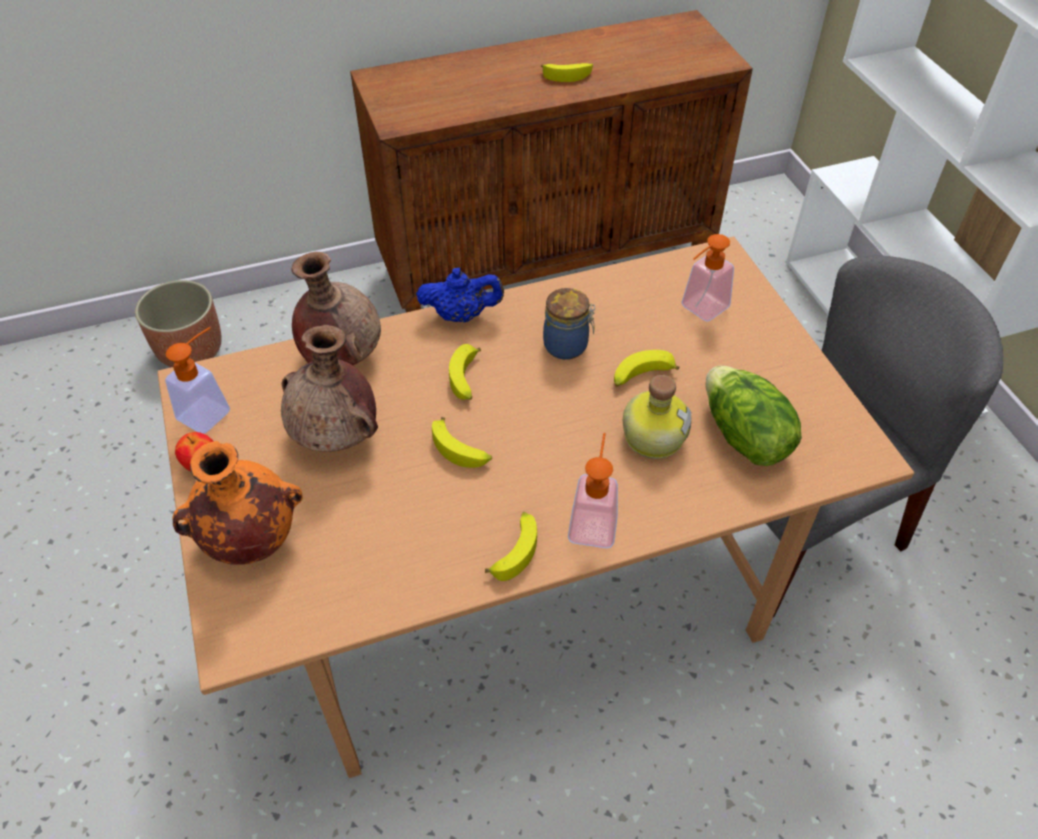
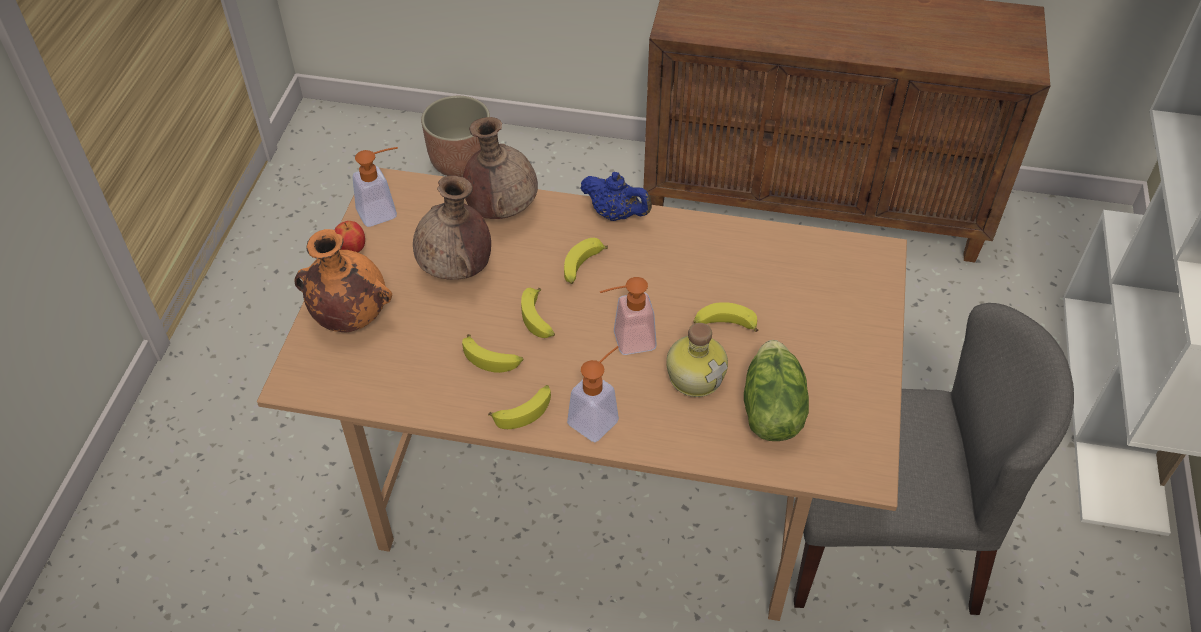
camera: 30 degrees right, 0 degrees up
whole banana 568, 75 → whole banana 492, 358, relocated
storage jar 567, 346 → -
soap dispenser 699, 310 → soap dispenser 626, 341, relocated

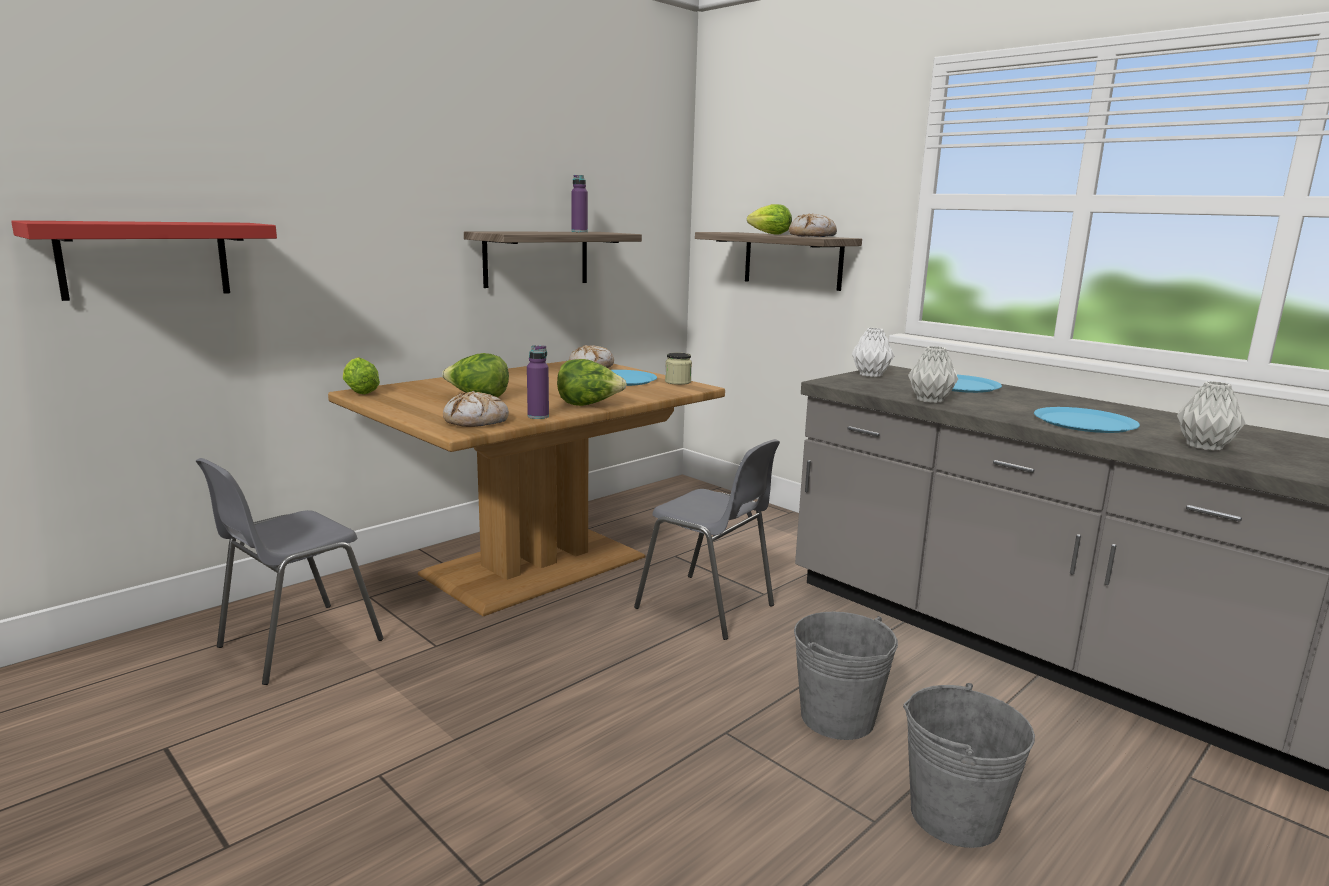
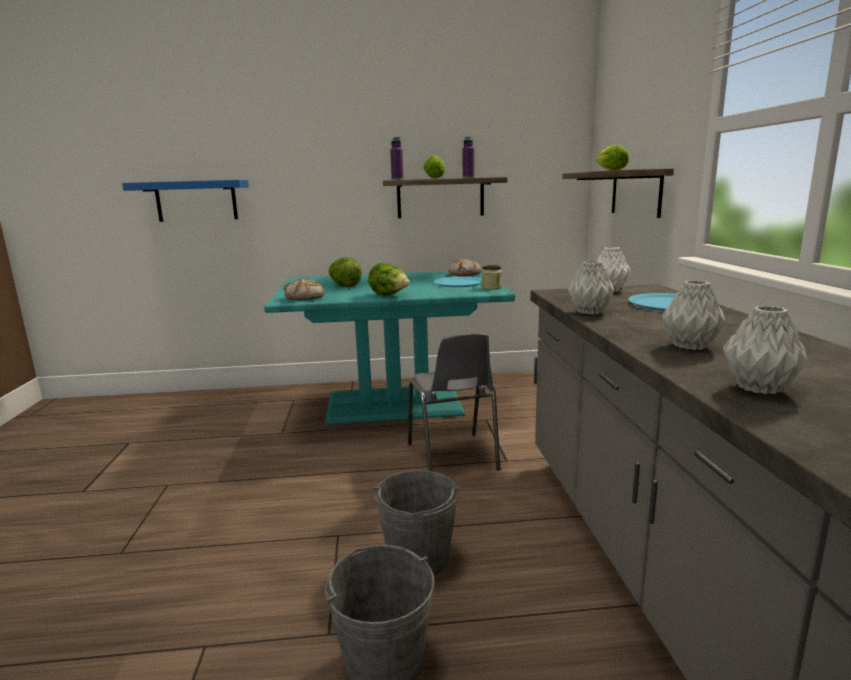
camera: 40 degrees right, 0 degrees up
bracket shelf/red-coloured 145, 259 → bracket shelf/bluish 196, 201
upright chair/gray 296, 644 → -
dinner table/brownish 537, 566 → dinner table/turquoise-coloured 394, 405
lettuce head 359, 391 → lettuce head 435, 178, relocated
beverage bottle/purple-coloured 538, 416 → beverage bottle/purple-coloured 397, 179, relocated
bread 812, 236 → -
dinner plate/bluish 1084, 422 → decorative vase/gray 689, 346

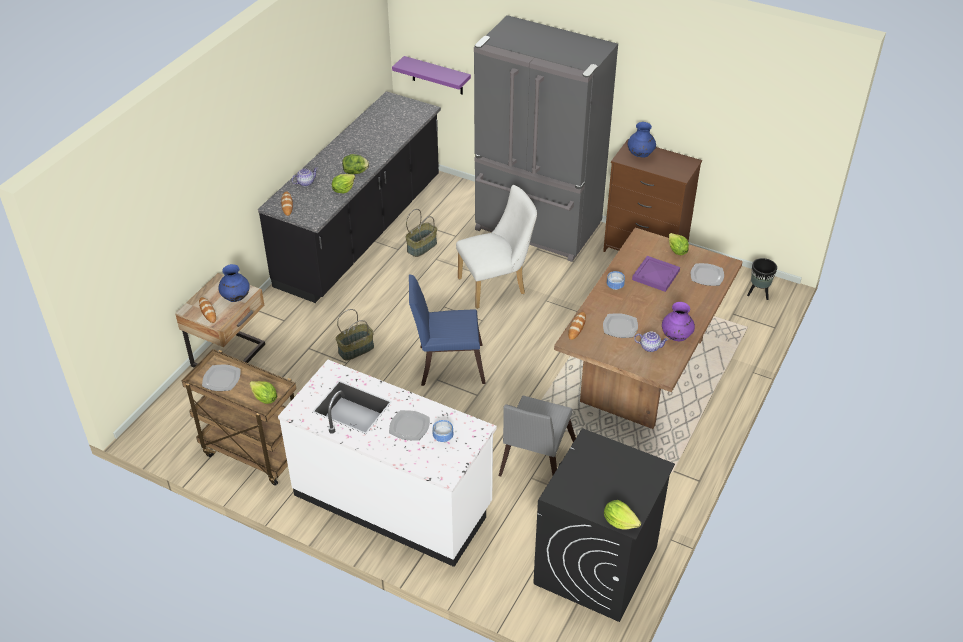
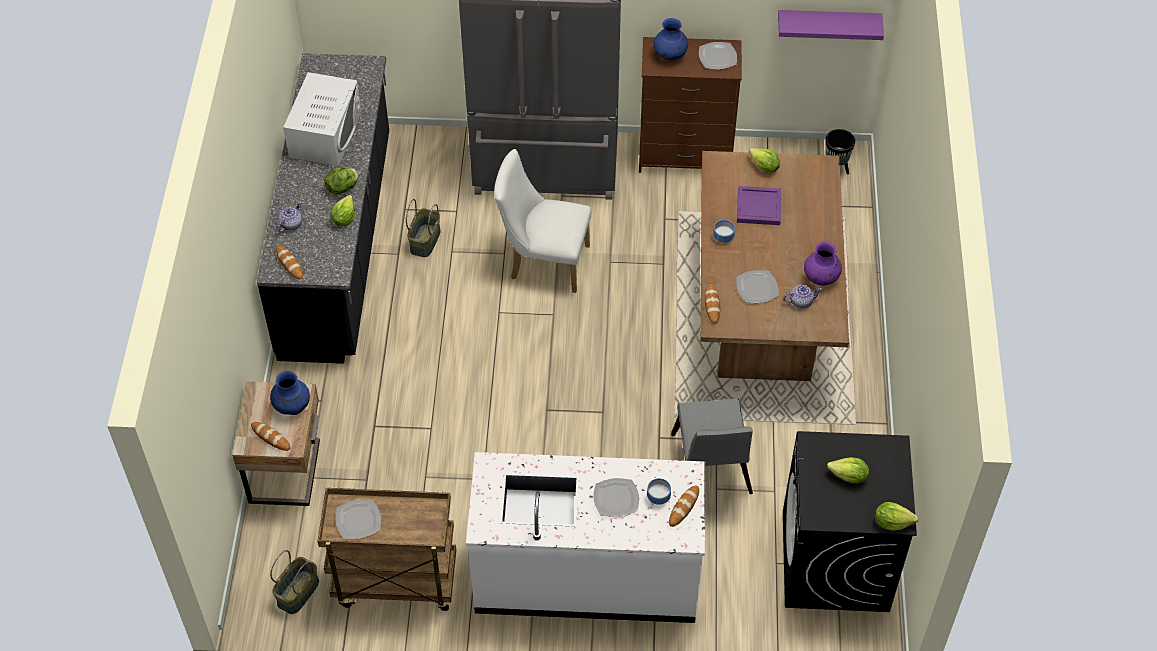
camera: 25 degrees left, 10 degrees up
lettuce head 264, 399 → lettuce head 849, 477, relocated
storage basket 356, 349 → storage basket 297, 592, relocated
bracket shelf/purple-coloured 437, 76 → bracket shelf/purple-coloured 828, 24, relocated
upright chair/bluish 446, 364 → -
upright chair/white-coloured 496, 285 → upright chair/white-coloured 543, 262, 120 degrees counterclockwise
dinner plate 707, 275 → dinner plate 717, 57, relocated
- → microwave oven/white-coloured 325, 133
- → bread 684, 507

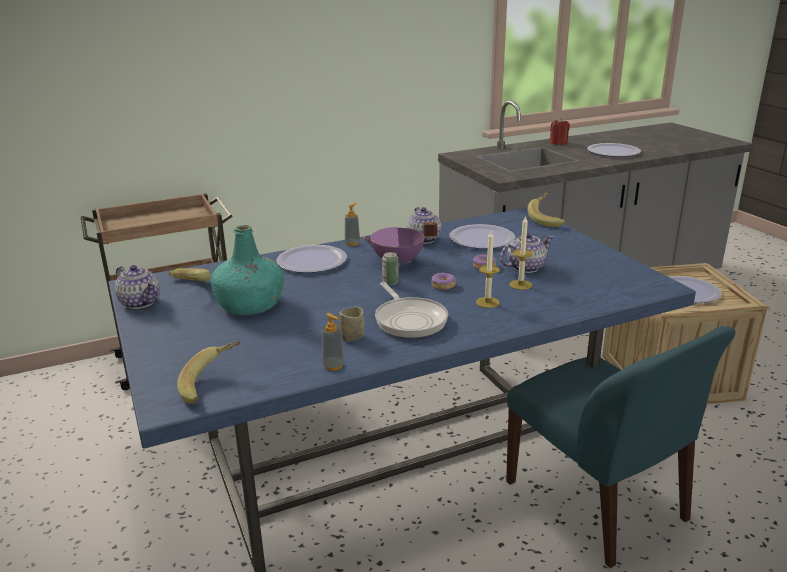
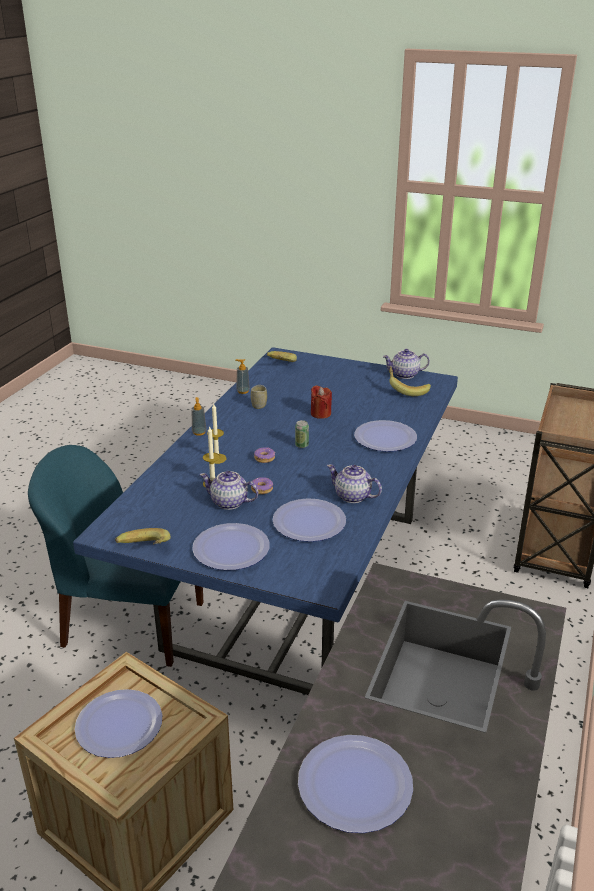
camera: 135 degrees right, 5 degrees up
beverage bottle/turquoise-coloured 251, 305 → -
soap dispenser 352, 243 → soap dispenser 199, 432, relocated
cooking pot/purple-coloured 398, 262 → -
frying pan 409, 320 → -
tea pot 525, 267 → tea pot 229, 503, 90 degrees clockwise
whole banana 548, 220 → whole banana 144, 551, relocated
wax light/red-coloured 558, 143 → wax light/red-coloured 320, 413, relocated
- → dinner plate 231, 548

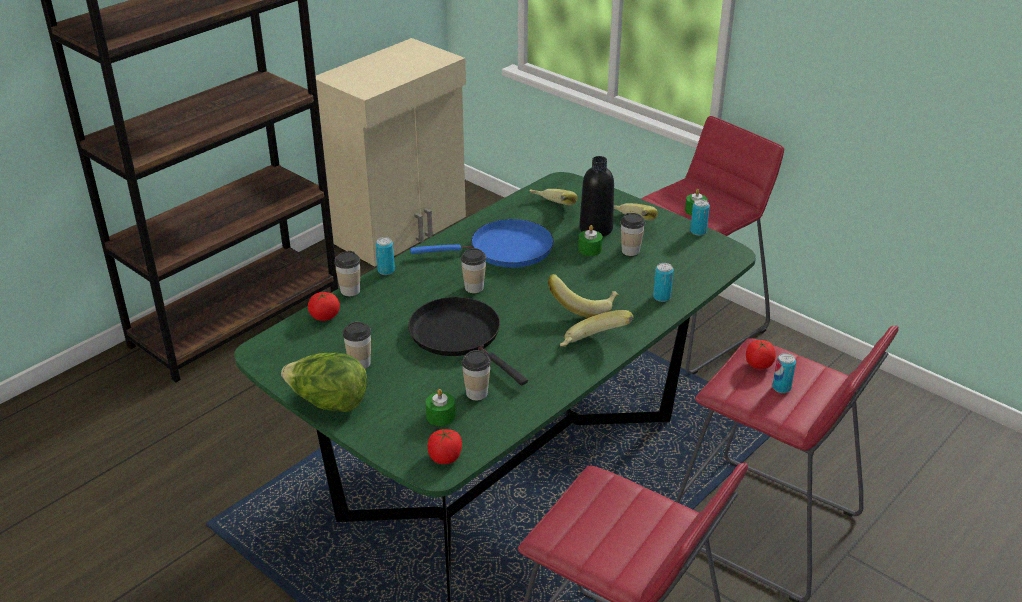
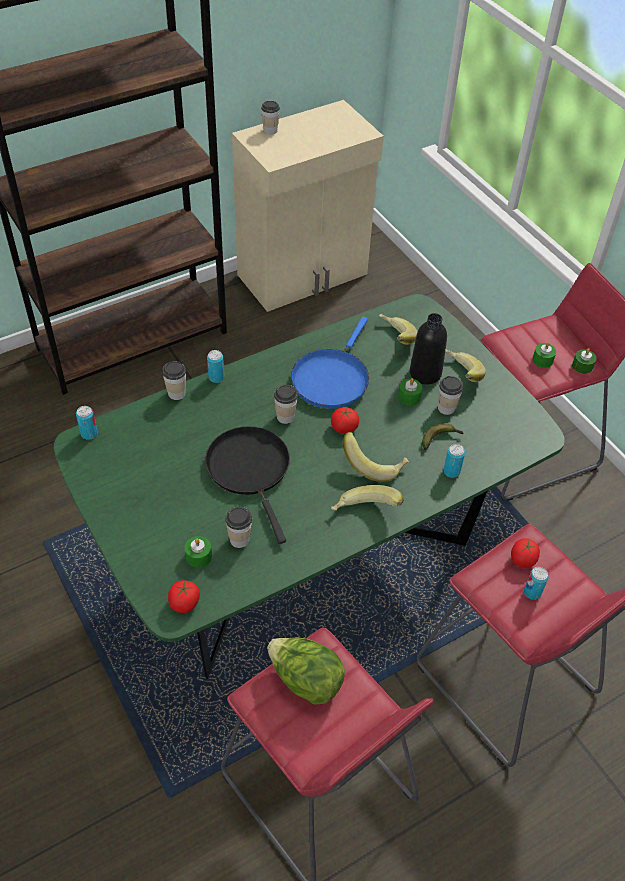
camera: 15 degrees right, 15 degrees up
lettuce head 328, 403 → lettuce head 305, 680, relocated
tomato 325, 316 → tomato 344, 428, relocated
cup 359, 363 → cup 270, 130, relocated
frying pan/bluish 505, 249 → frying pan/bluish 331, 378, 105 degrees clockwise
sealed can 698, 231 → sealed can 89, 433, relocated
- → whole banana 440, 438
- → wax light/greenish 582, 366

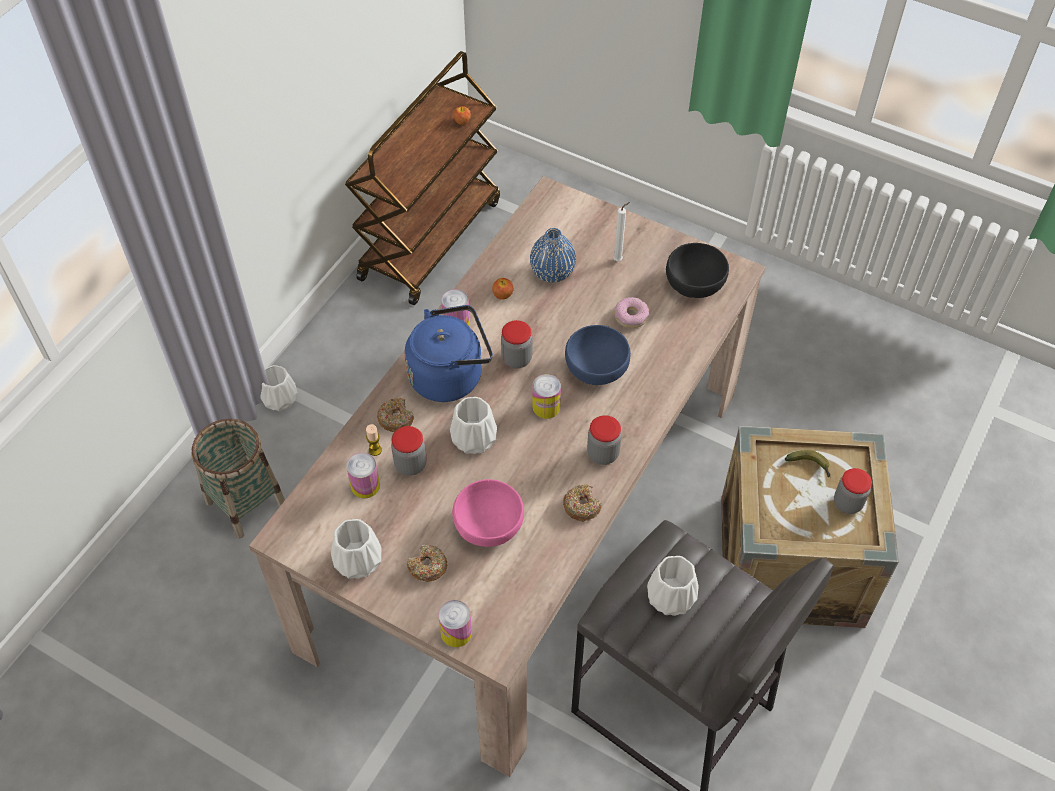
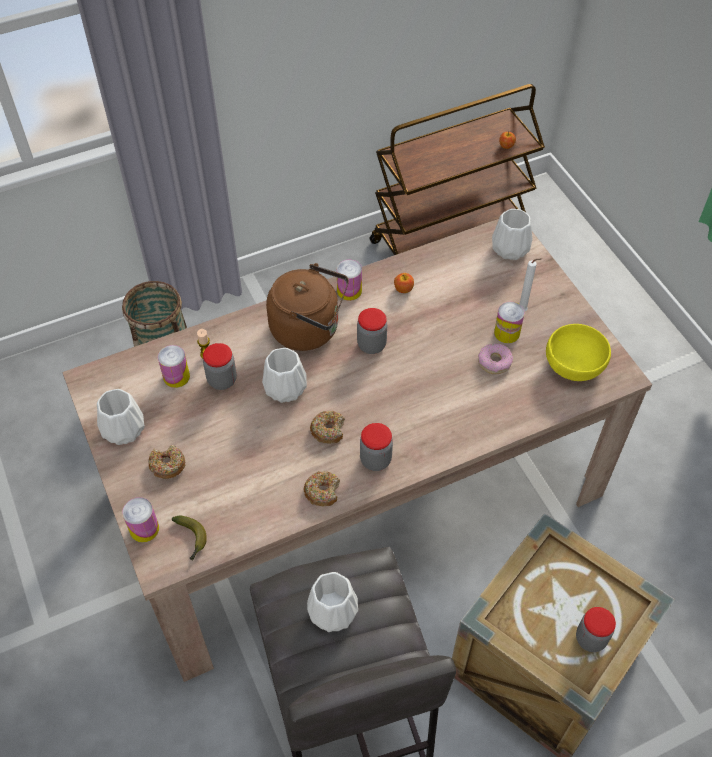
camera: 35 degrees right, 0 degrees up
decorative vase/white-coloured 279, 399 → decorative vase/white-coloured 509, 248, relocated
ring doughnut 395, 418 → ring doughnut 328, 430, relocated
tea kettle/bluish 450, 375 → tea kettle/brownish 309, 329
bowl/pink 490, 525 → -
decorative vase/bluish 552, 272 → -
sealed can 546, 407 → sealed can 507, 333, relocated
bowl/bluish 595, 367 → -
bowl/black 695, 283 → bowl/yellowish 575, 364
whole banana 810, 465 → whole banana 191, 539, relocated

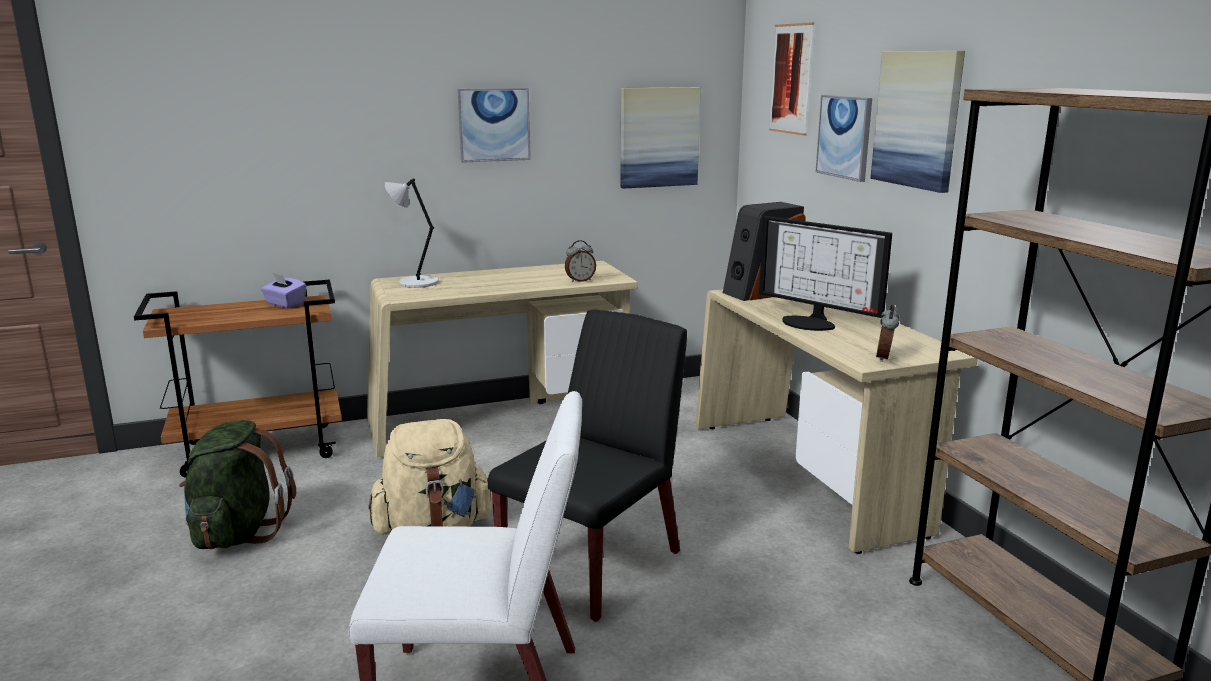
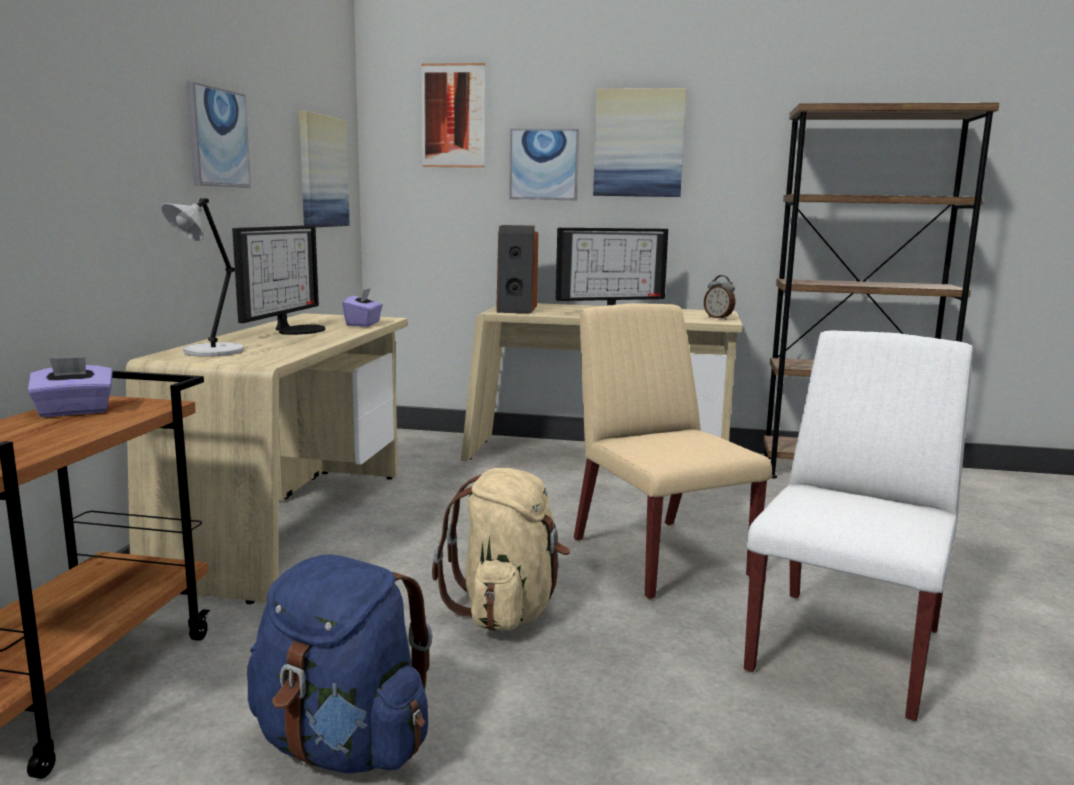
camera: 60 degrees left, 5 degrees down
rucksack/greenish 238, 533 → rucksack/bluish 342, 746
upright chair/black 593, 564 → upright chair/sand-coloured 658, 556
bedside clock 580, 280 → tissue box/purple-coloured 363, 324
- → monitor 296, 330

